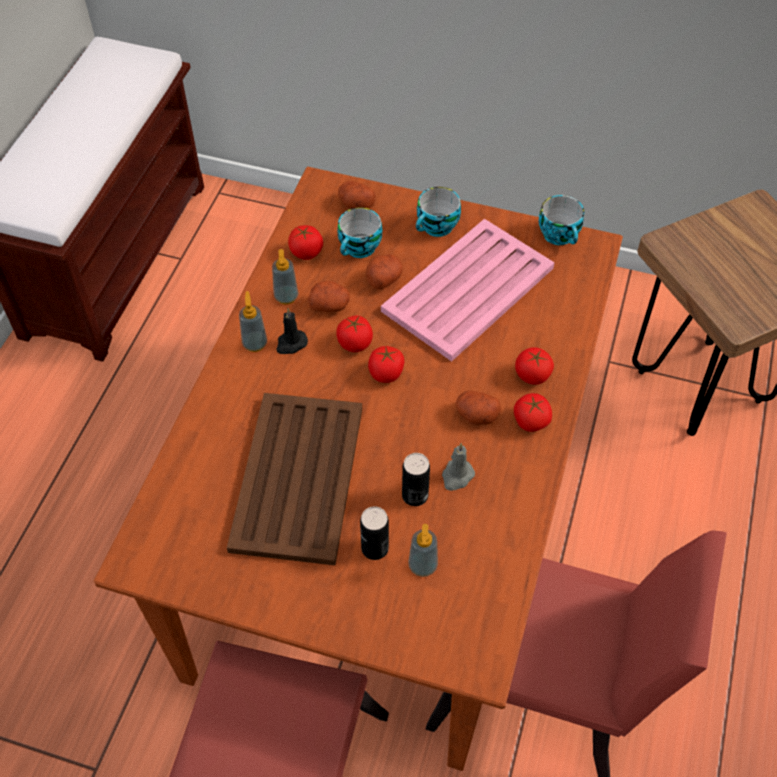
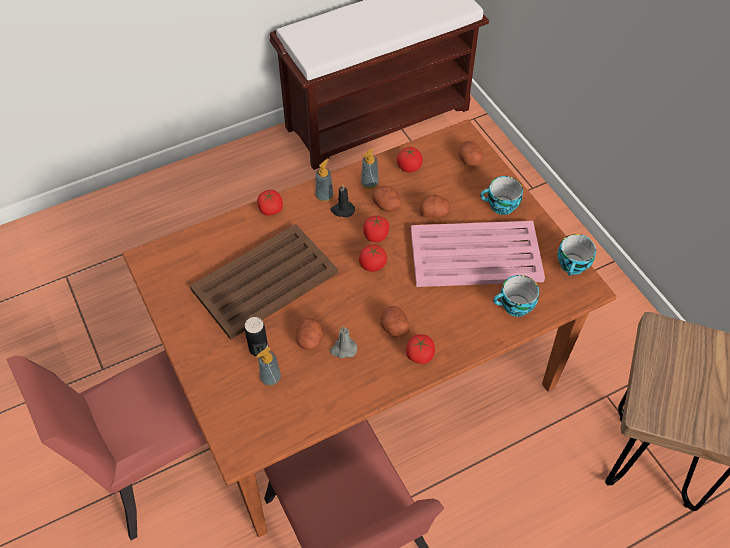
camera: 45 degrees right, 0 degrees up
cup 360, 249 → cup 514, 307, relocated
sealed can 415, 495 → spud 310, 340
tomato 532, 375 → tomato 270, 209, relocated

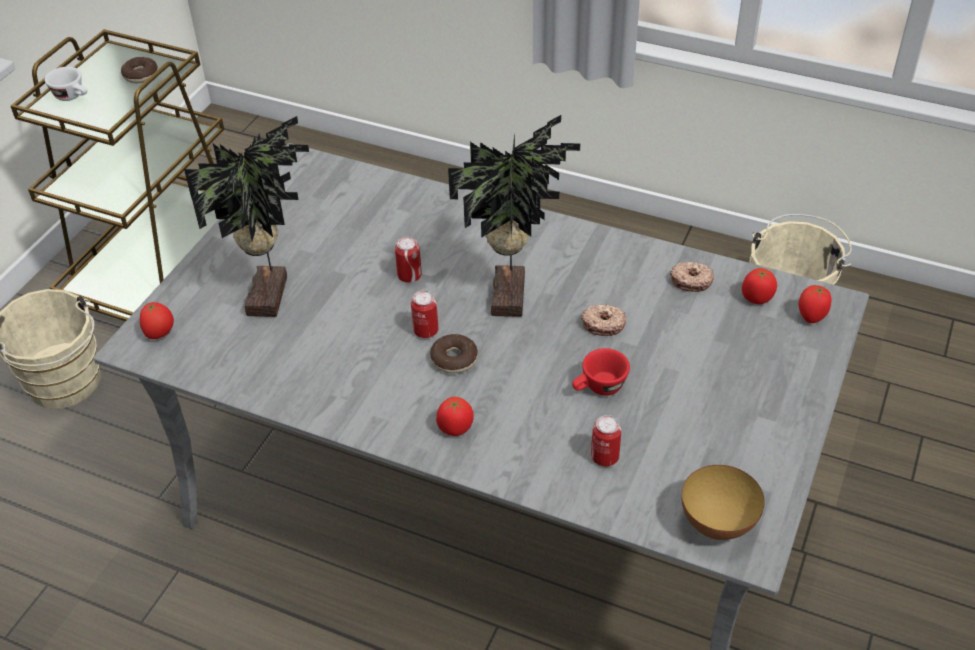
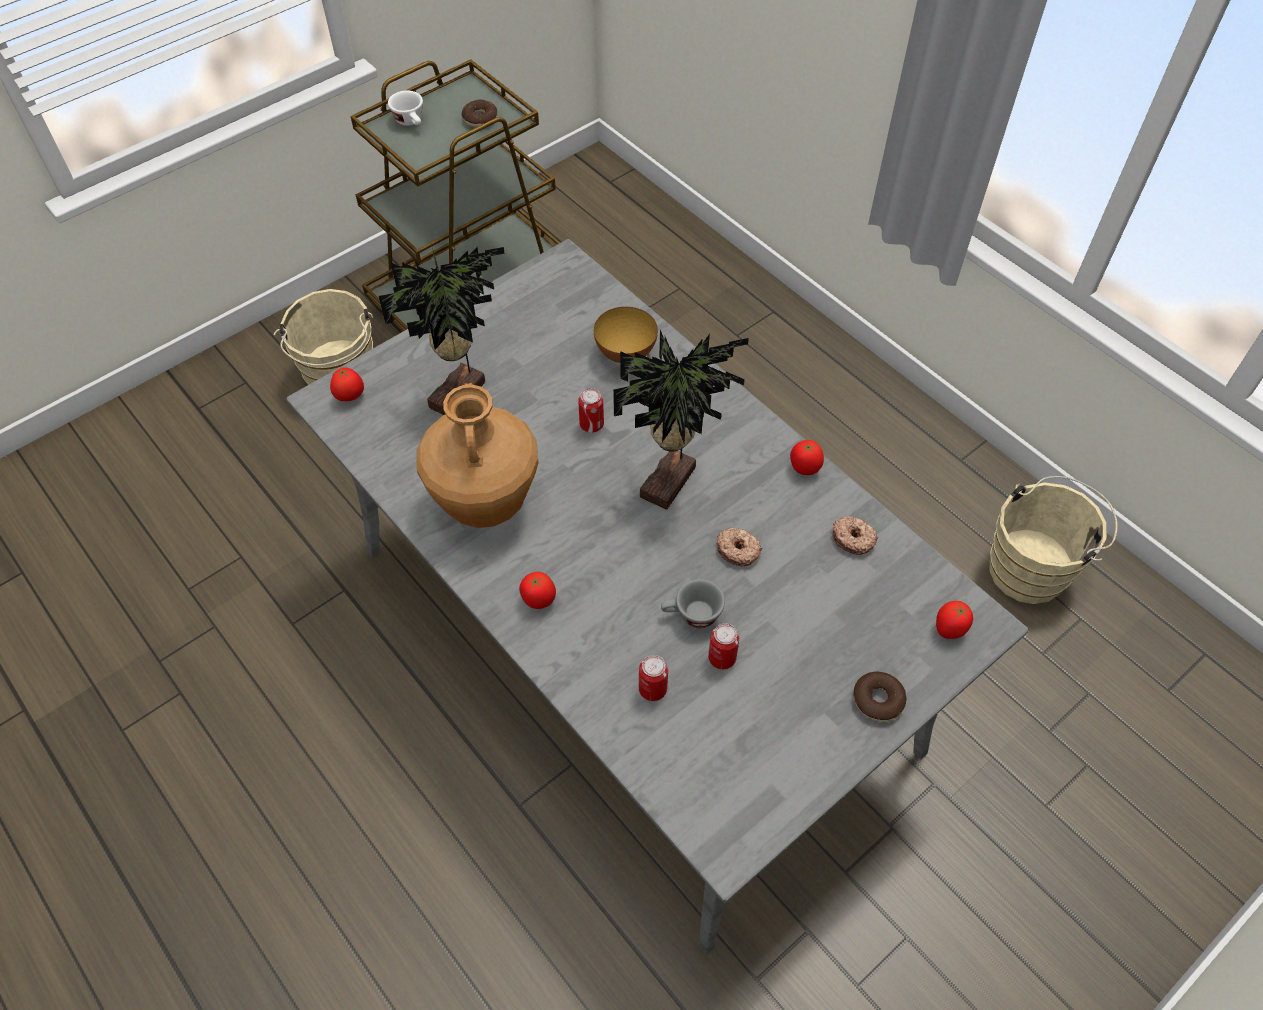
camera: 25 degrees right, 10 degrees up
sealed can 425, 331 → sealed can 722, 658, relocated
ring doughnut 454, 359 → ring doughnut 877, 700, relocated
cup/red-coloured 599, 388 → cup/gray 691, 616
bowl 717, 524 → bowl 625, 354, relocated
tomato 757, 299 → tomato 804, 468, relocated
- → decorative vase/brownish 486, 504

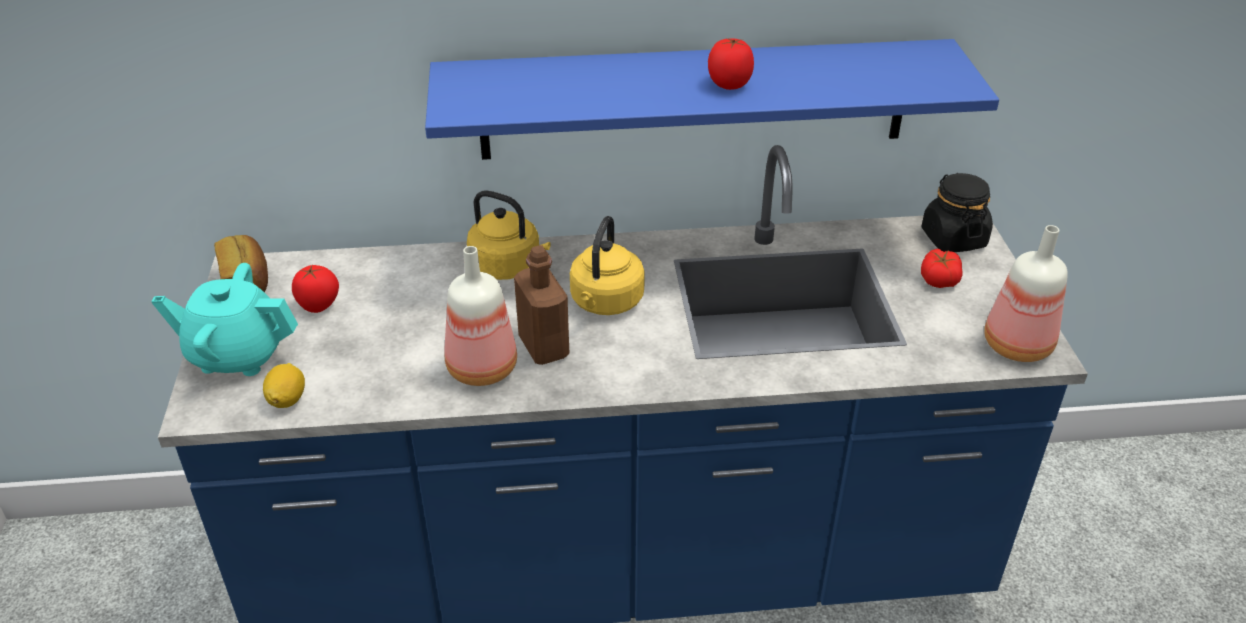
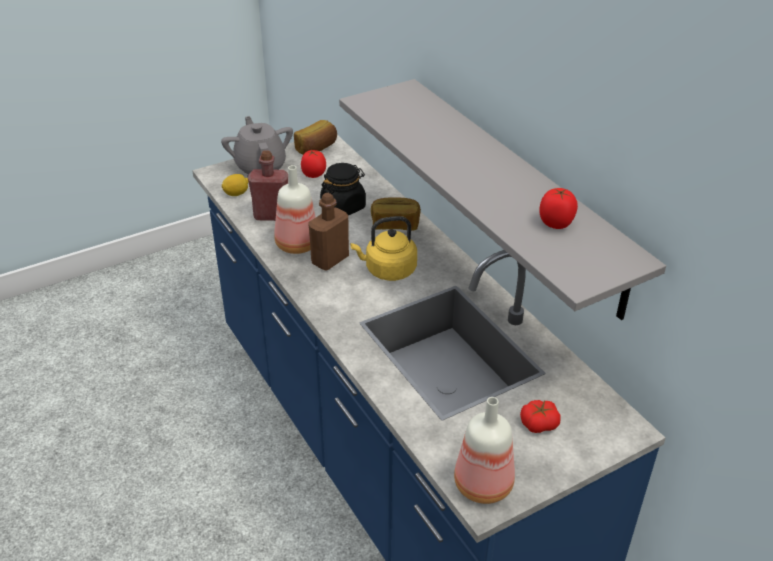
camera: 65 degrees right, 0 degrees up
tea pot/turquoise-coloured 237, 354 → tea pot/gray 260, 167
bracket shelf/bluish 694, 99 → bracket shelf/gray 517, 193
tea kettle/yellowish 509, 267 → bread 395, 224
tomato 729, 85 → tomato 556, 223, relocated
storage jar/black 953, 238 → storage jar/black 343, 207, relocated
- → beverage bottle/red-coloured 271, 215

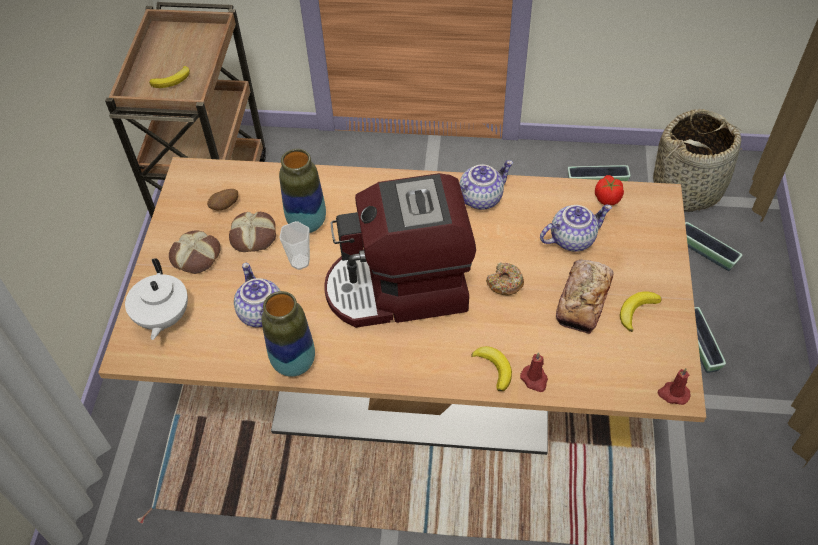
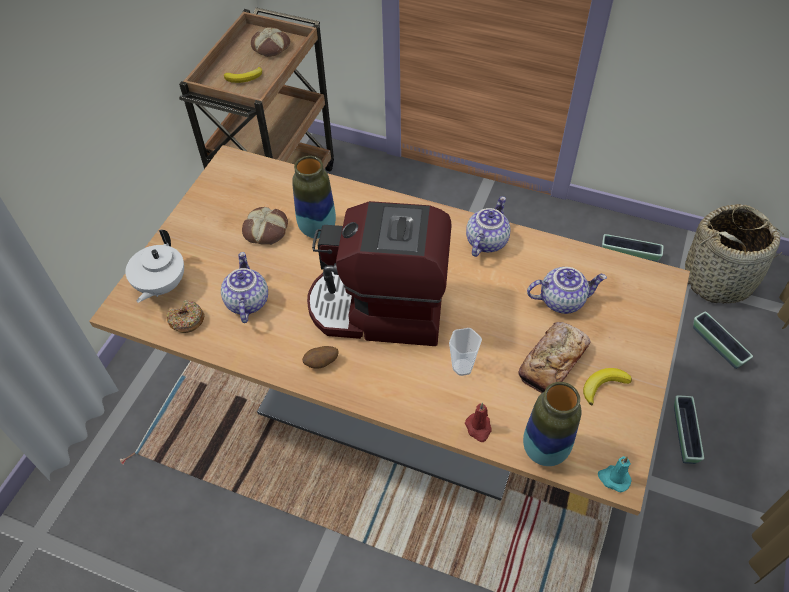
camera: 15 degrees right, 0 degrees up
bread 197, 256 → bread 271, 47, relocated
spud 225, 206 → spud 321, 363, relocated
decorative vase 294, 363 → decorative vase 544, 450, relocated
cup 300, 262 → cup 462, 367, relocated
tea pot 480, 198 → tea pot 485, 241, 45 degrees counterclockwise
whole banana 494, 368 → -
ring doughnut 504, 283 → ring doughnut 187, 320, relocated
tomato 607, 198 → -
wax light/red-coloured 673, 394 → wax light/turquoise-coloured 613, 478

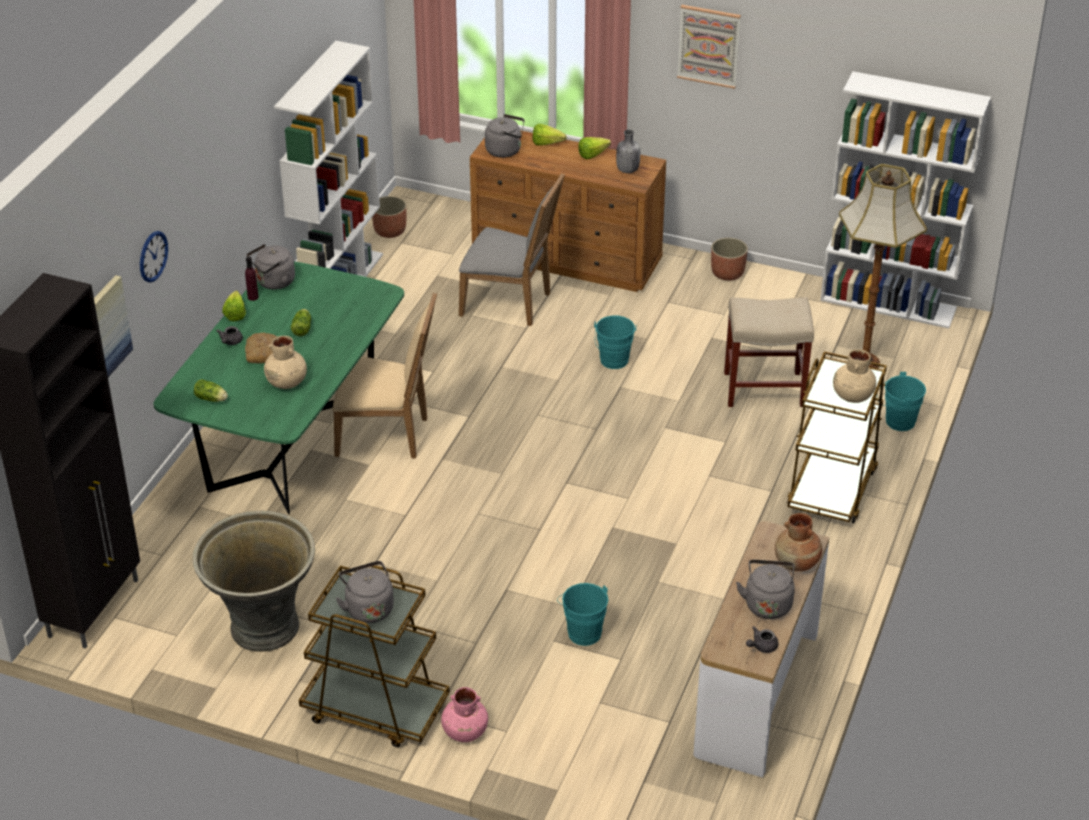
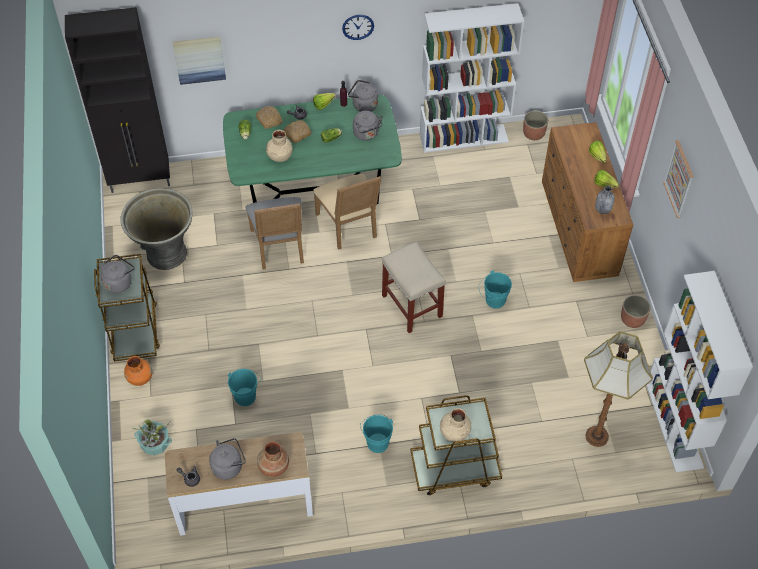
camera: 60 degrees right, 15 degrees up
wall clock 153, 256 → wall clock 358, 27, relocated
decorative vase/pink 464, 732 → decorative vase/orange 140, 377
upright chair/gray 511, 303 → upright chair/gray 279, 249, relocated
tea kettle/gray 505, 150 → tea kettle/gray 367, 134, relocated
stool seat/sand-coloured 765, 389 → stool seat/sand-coloured 412, 306, relocated
bucket/turquoise-coloured 896, 421 → bucket/turquoise-coloured 376, 441, relocated
- → plant in a pot 155, 443
- → bread 269, 120

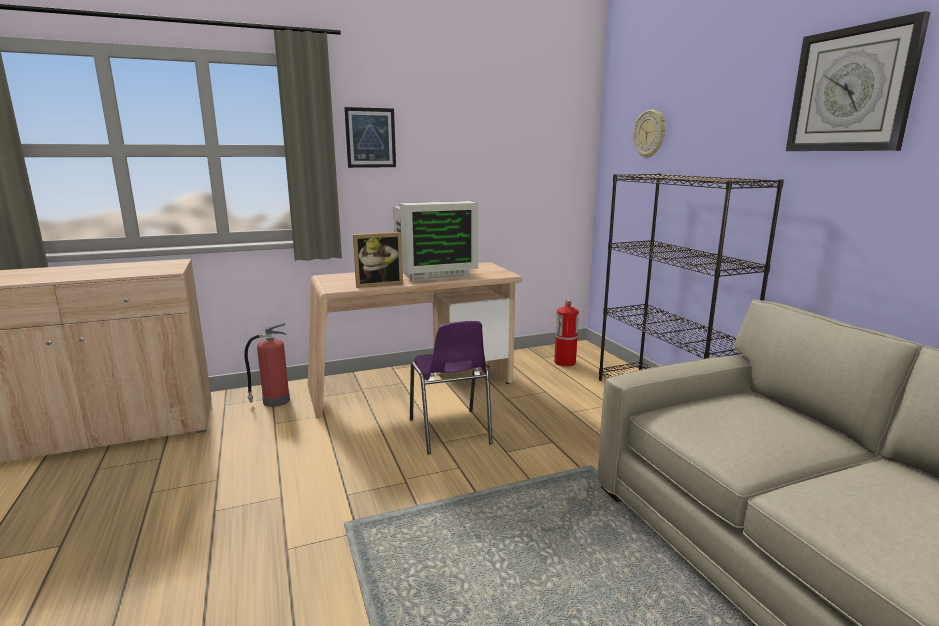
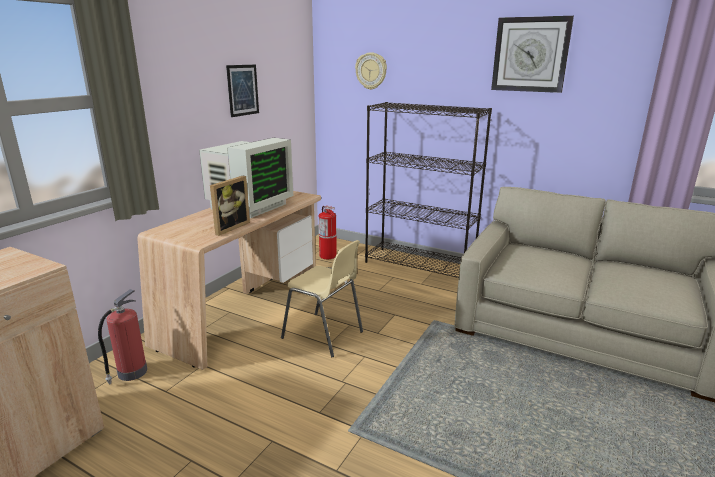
camera: 40 degrees left, 5 degrees up
picture 370, 138 → picture 243, 90, relocated
upright chair/purple-coloured 450, 432 → upright chair/sand-coloured 324, 335

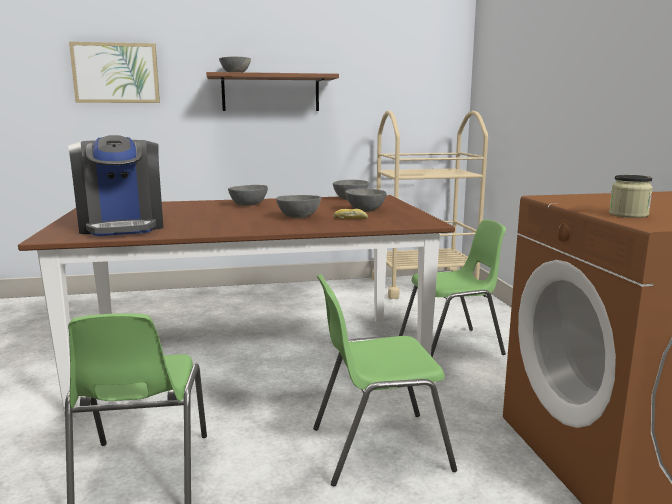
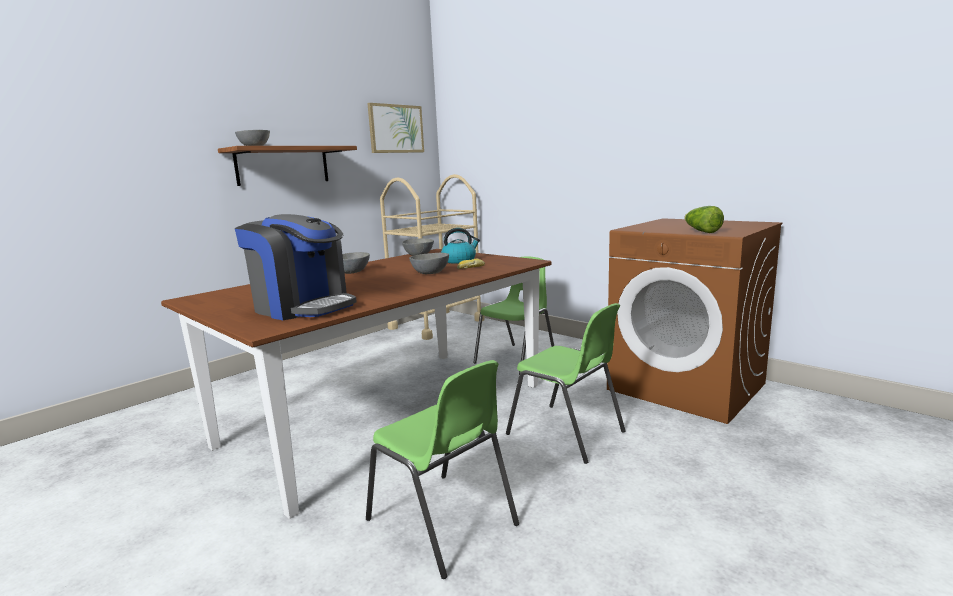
camera: 35 degrees left, 0 degrees up
picture 116, 73 → picture 396, 129, relocated
upright chair/greenish 377, 448 → upright chair/greenish 567, 433, 90 degrees counterclockwise
bowl/gray 365, 210 → tea kettle 459, 260
storage jar 628, 214 → lettuce head 701, 231

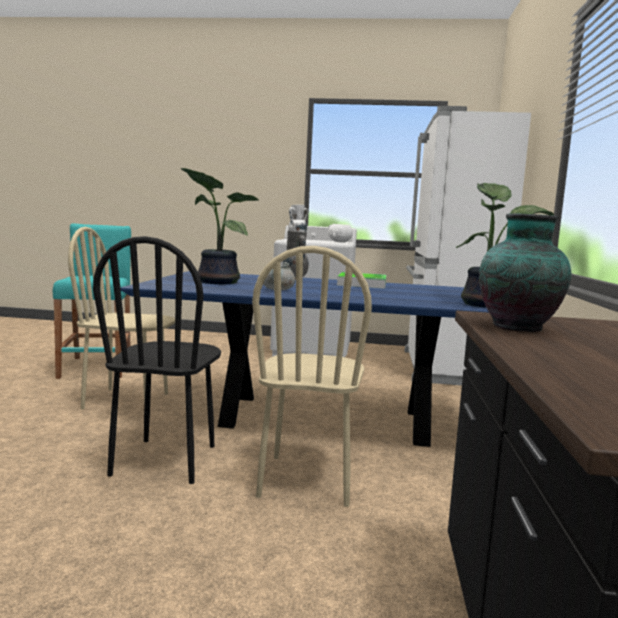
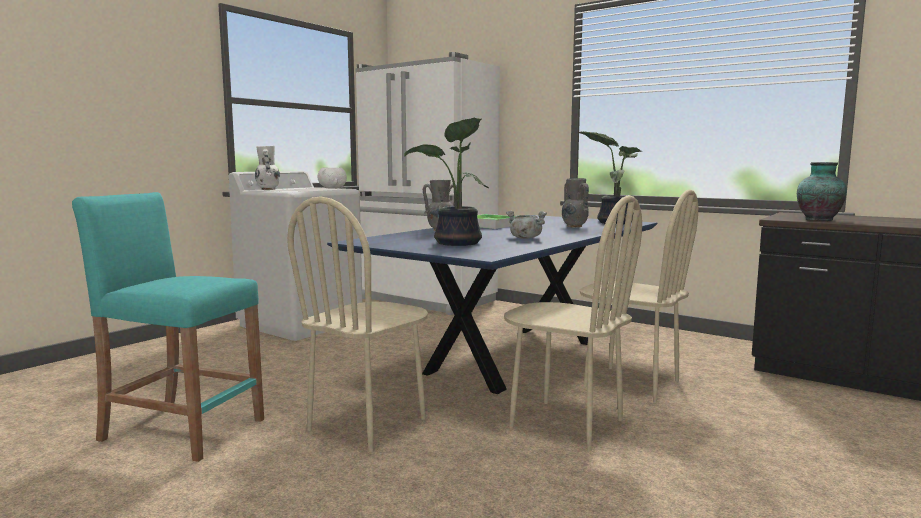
camera: 60 degrees left, 0 degrees up
upright chair/black 165, 460 → upright chair/sand-coloured 566, 424
- → decorative vase/gray 574, 227

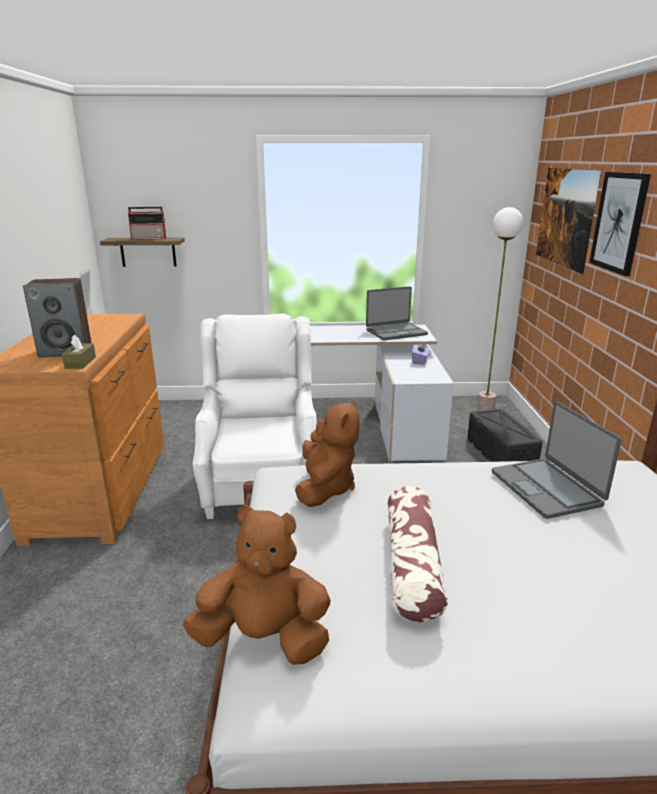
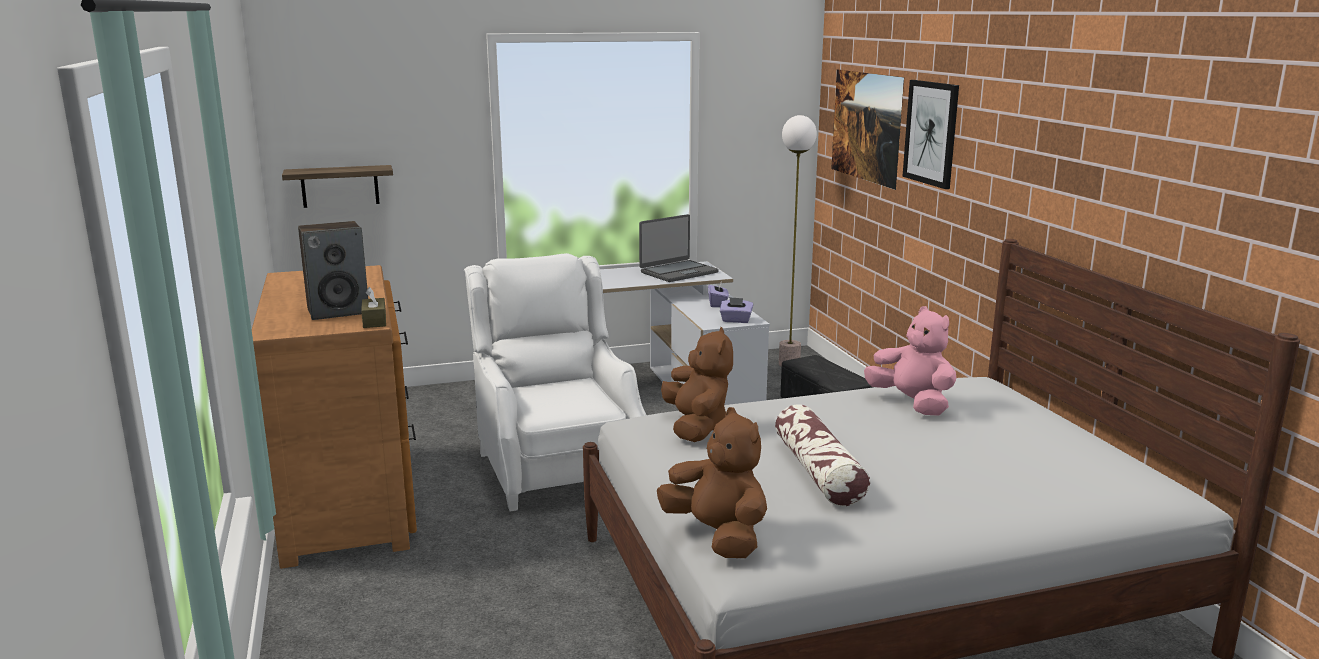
camera: 15 degrees left, 5 degrees down
radio 150, 238 → -
plush toy/brownish 264, 639 → plush toy/brownish 717, 536, 60 degrees clockwise
laptop 547, 488 → plush toy/pink 912, 404
- → tissue box/purple-coloured 736, 320

